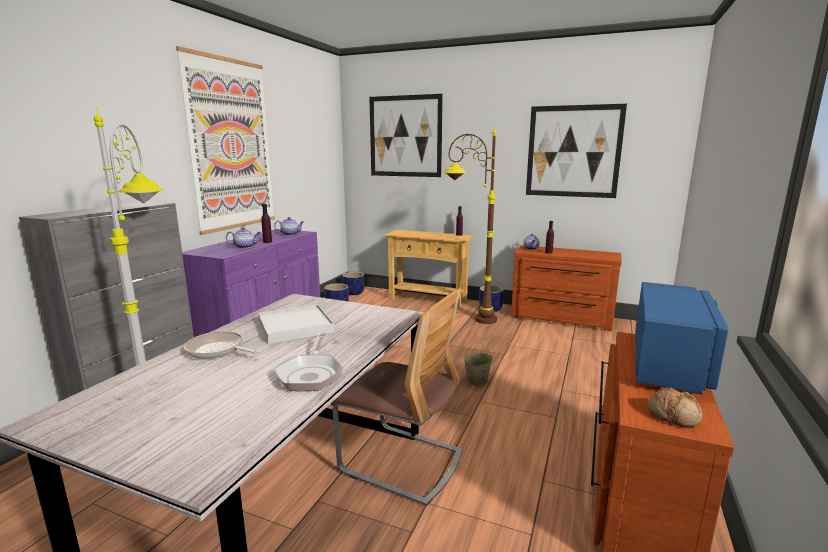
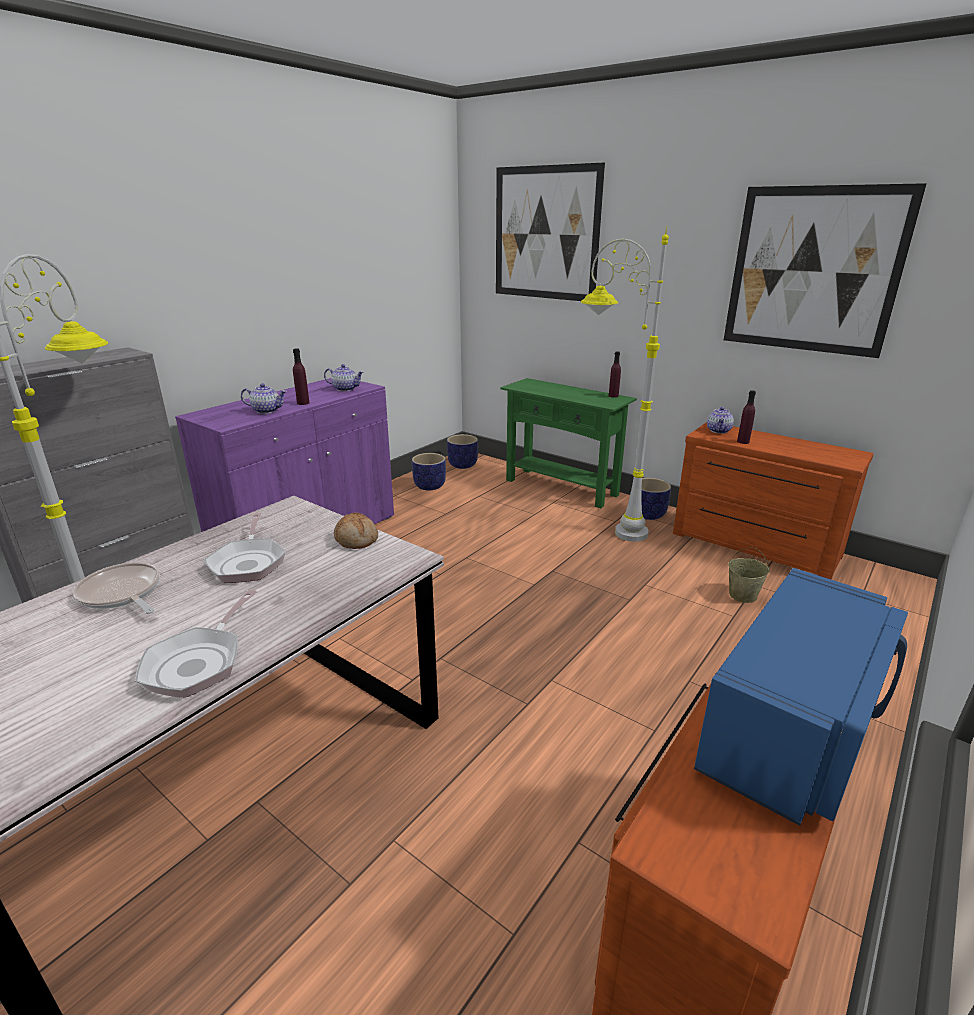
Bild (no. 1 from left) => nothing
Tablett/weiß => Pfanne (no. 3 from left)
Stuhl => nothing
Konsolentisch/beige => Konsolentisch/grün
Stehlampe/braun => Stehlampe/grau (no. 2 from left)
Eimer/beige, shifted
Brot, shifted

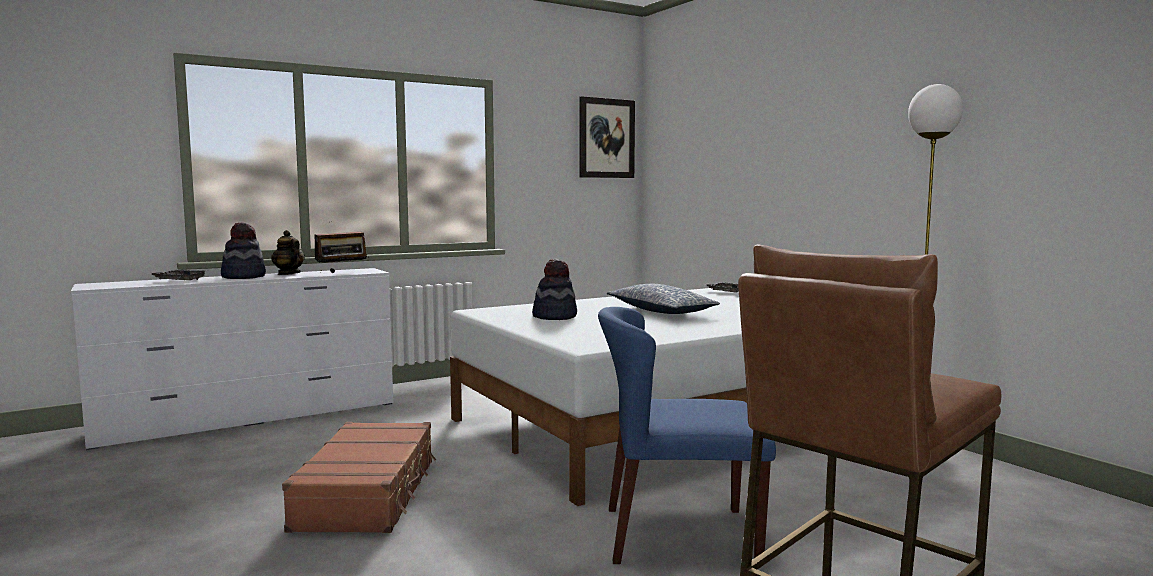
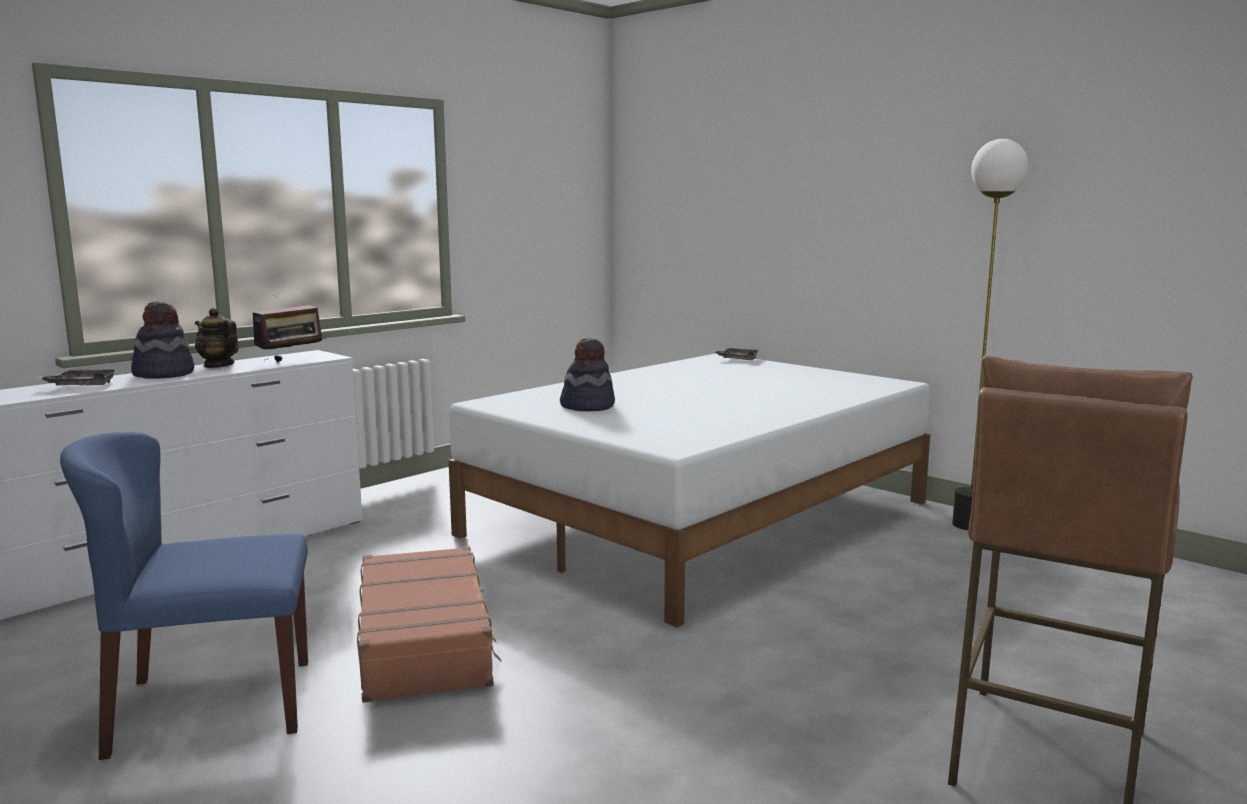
Bild => nothing
Stuhl/blau, shifted
Kissen => nothing

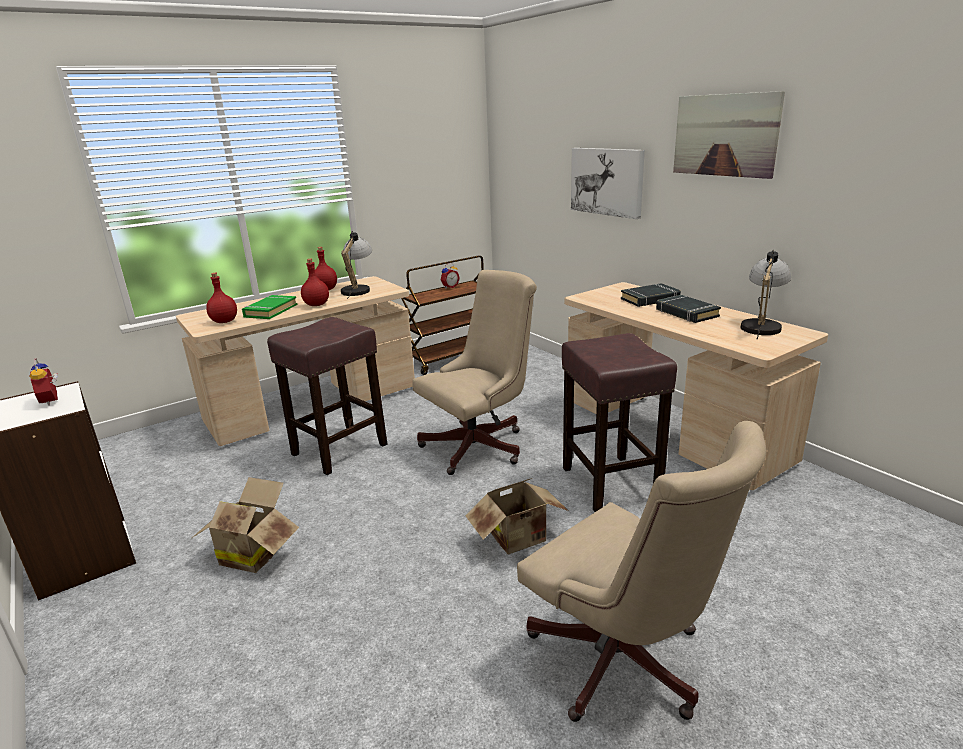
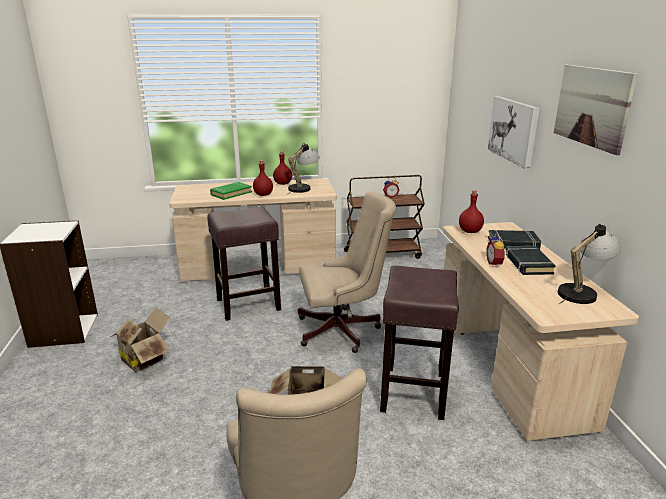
Wecker (no. 1 from left in the first image) => Wecker (no. 2 from left), shifted
Flasche/rot (no. 1 from left in the first image) => Flasche/rot (no. 3 from left), shifted

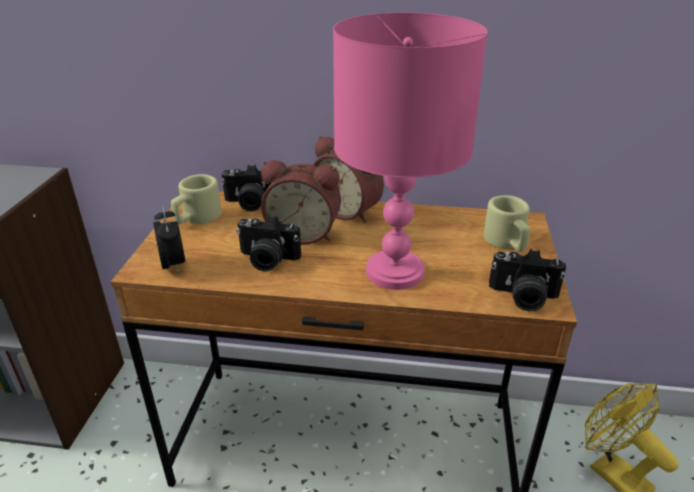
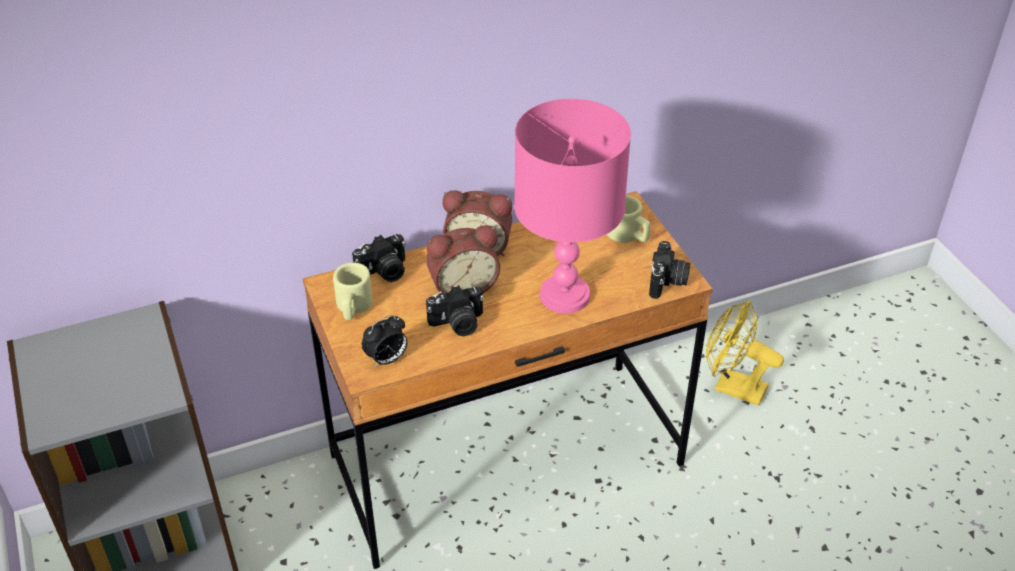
Wecker (no. 1 from left), 105 degrees clockwise
Kamera (no. 3 from left), 60 degrees counterclockwise

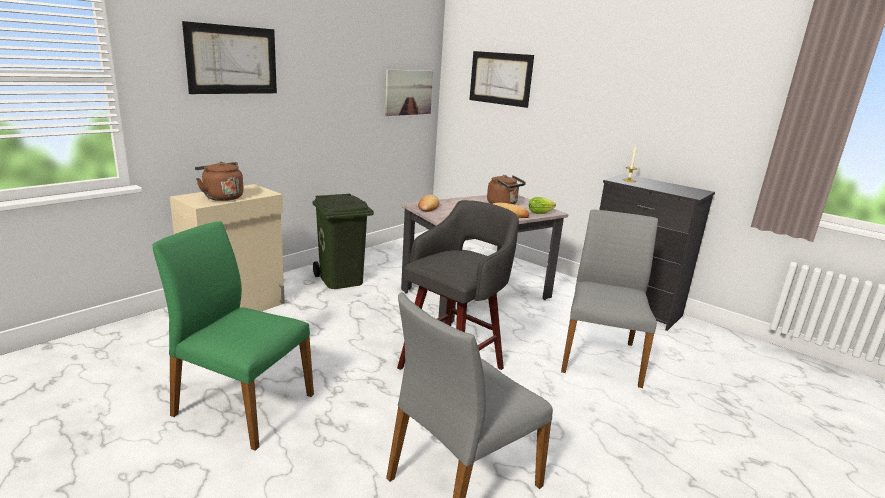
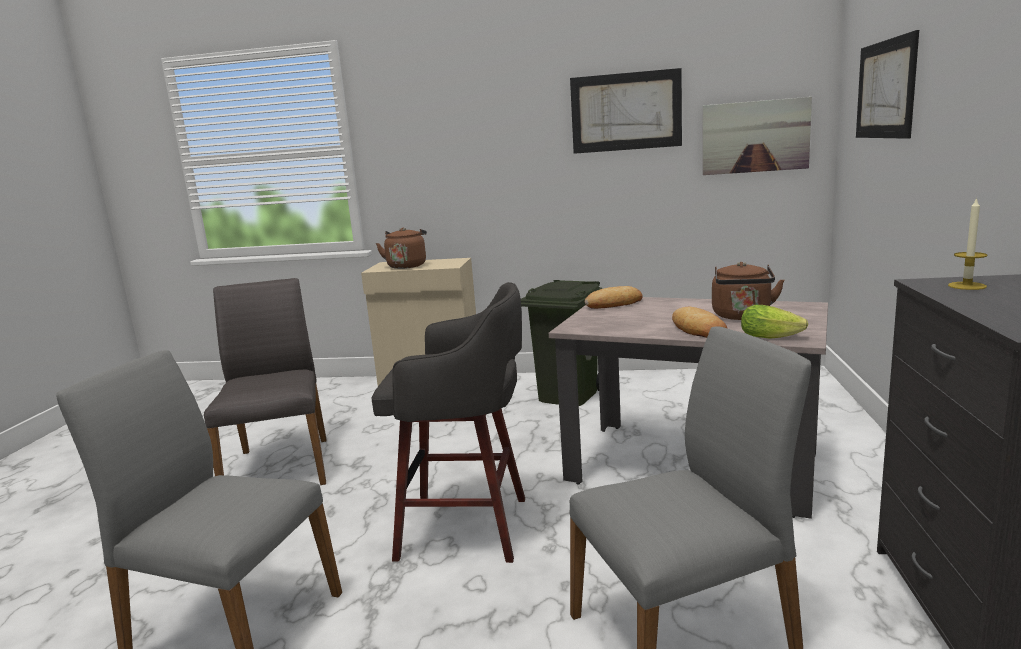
Stuhl/grün => Stuhl/grau (no. 2 from left)
Bild (no. 1 from left), shifted

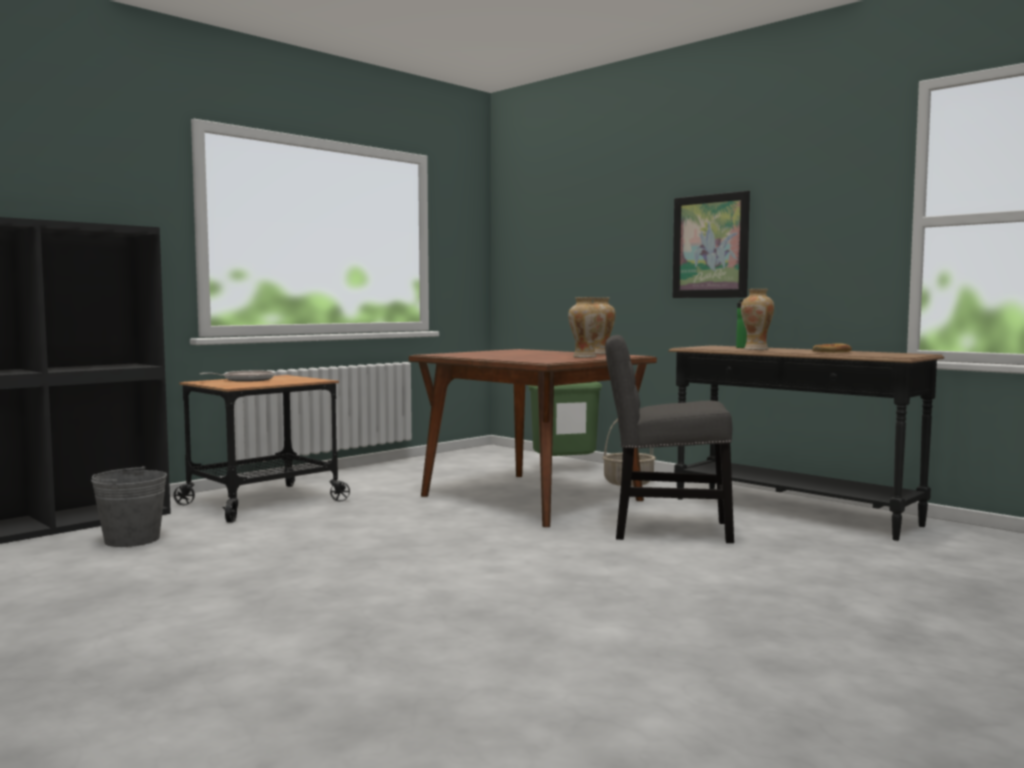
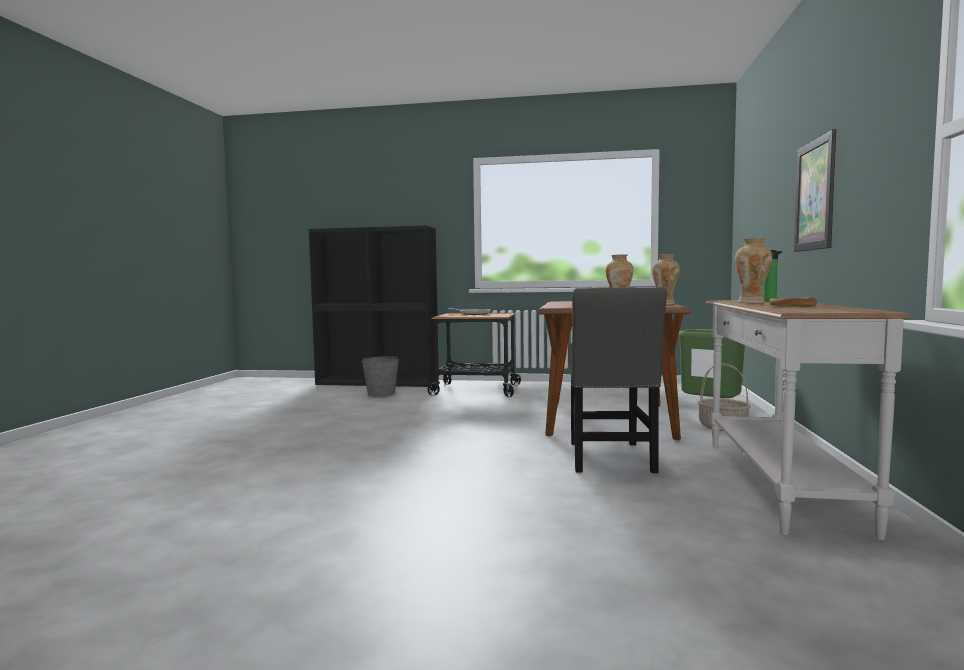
Stuhl/grau, 150 degrees counterclockwise
Konsolentisch/schwarz => Konsolentisch/weiß

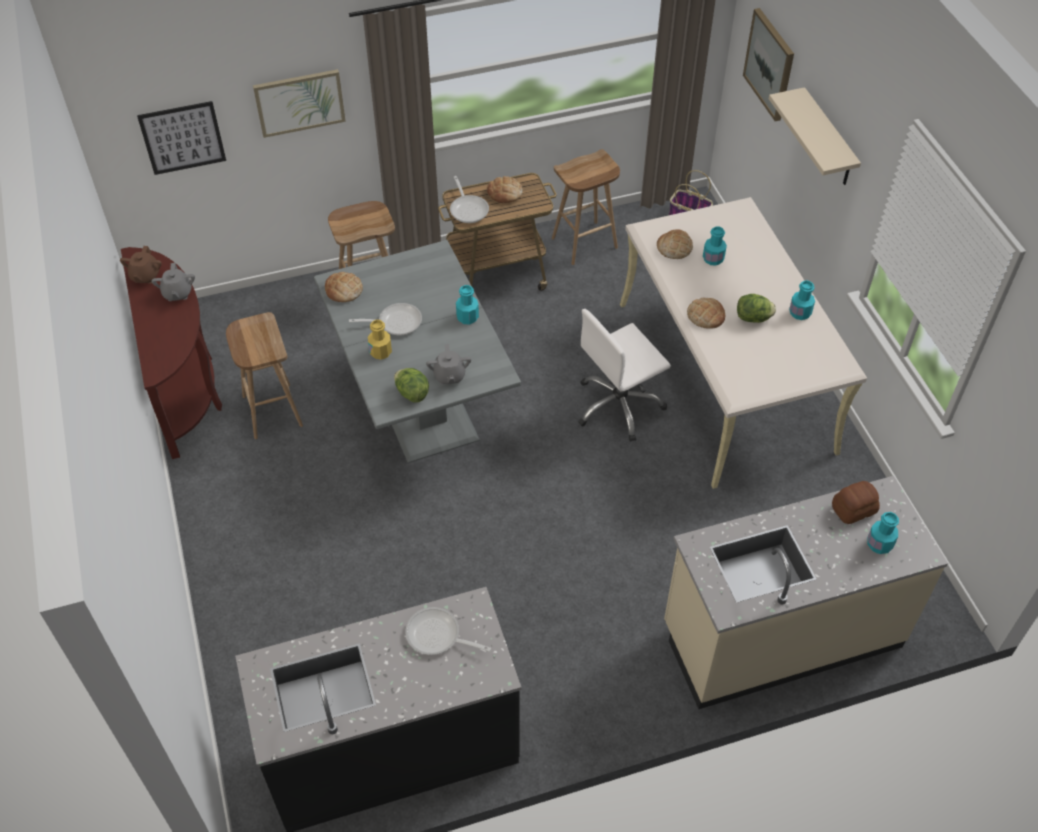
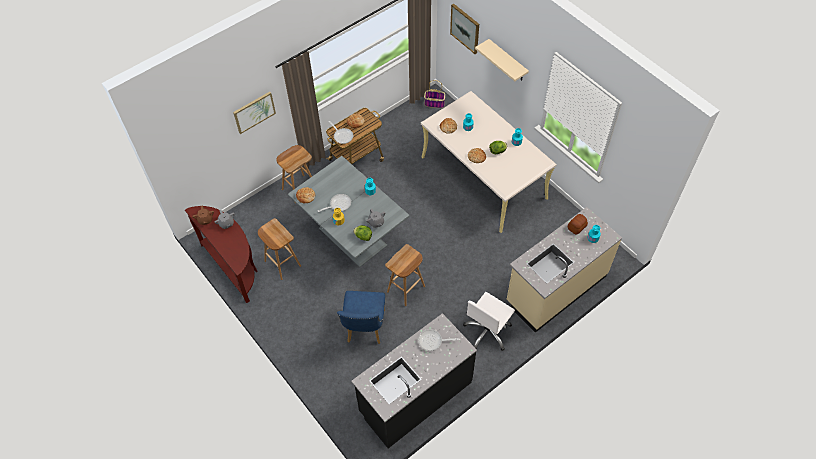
Bild (no. 1 from left) => nothing
Hocker/braun (no. 3 from left), shifted
Bürostuhl/weiß, shifted
nothing => Stuhl/blau

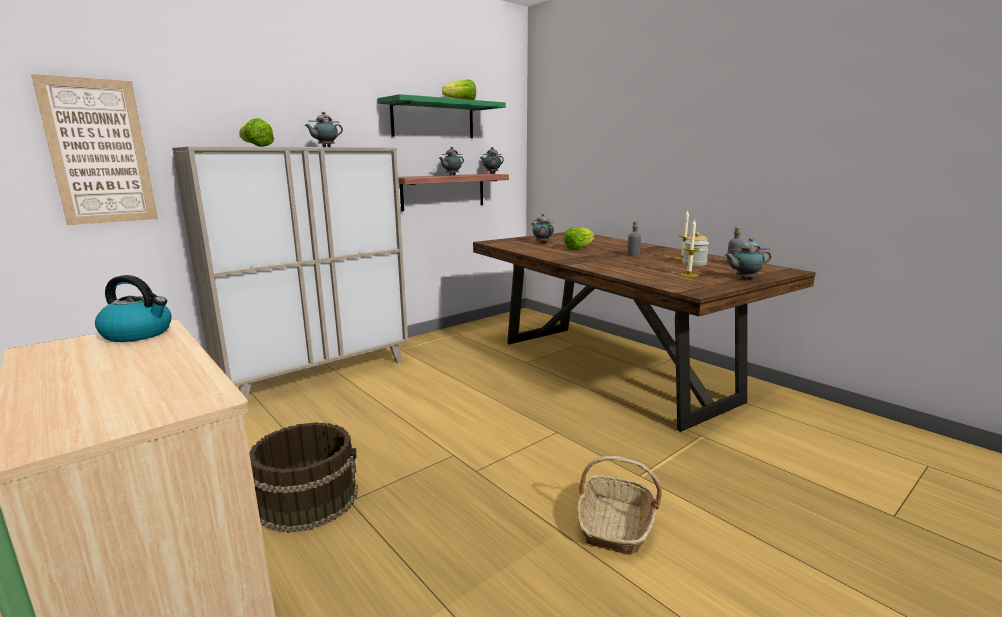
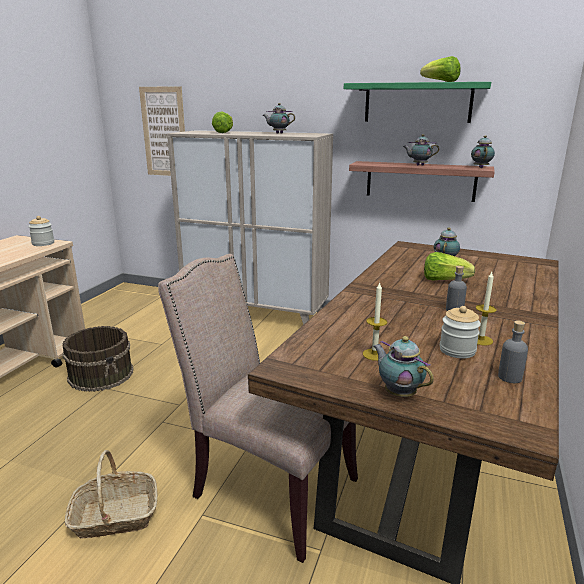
Wasserkessel => Vorratsglas (no. 1 from left)
nothing => Stuhl/beige

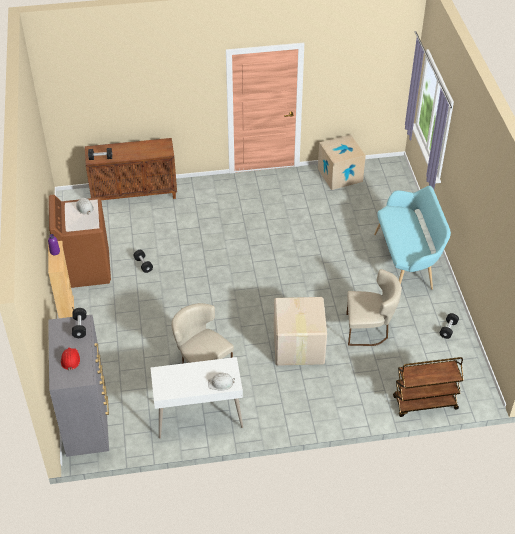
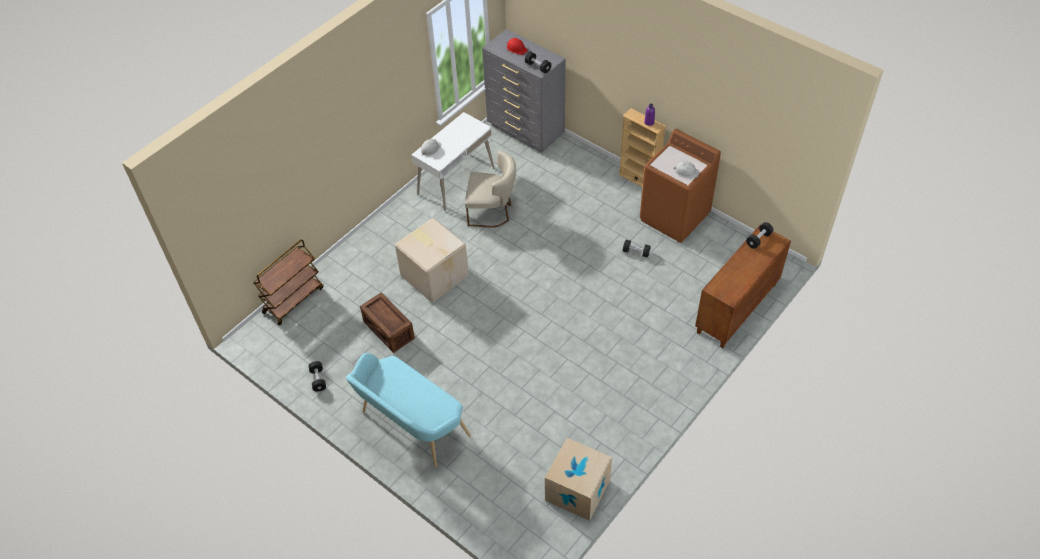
Stuhl/beige (no. 2 from left) => Kiste

